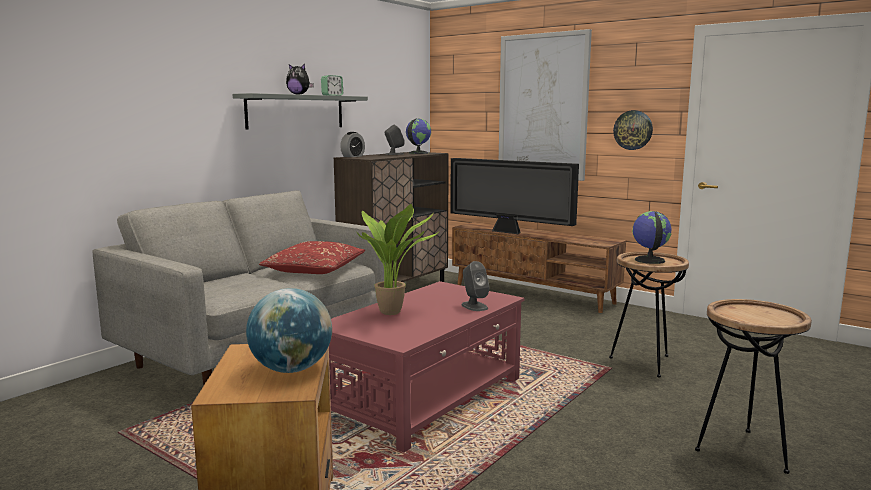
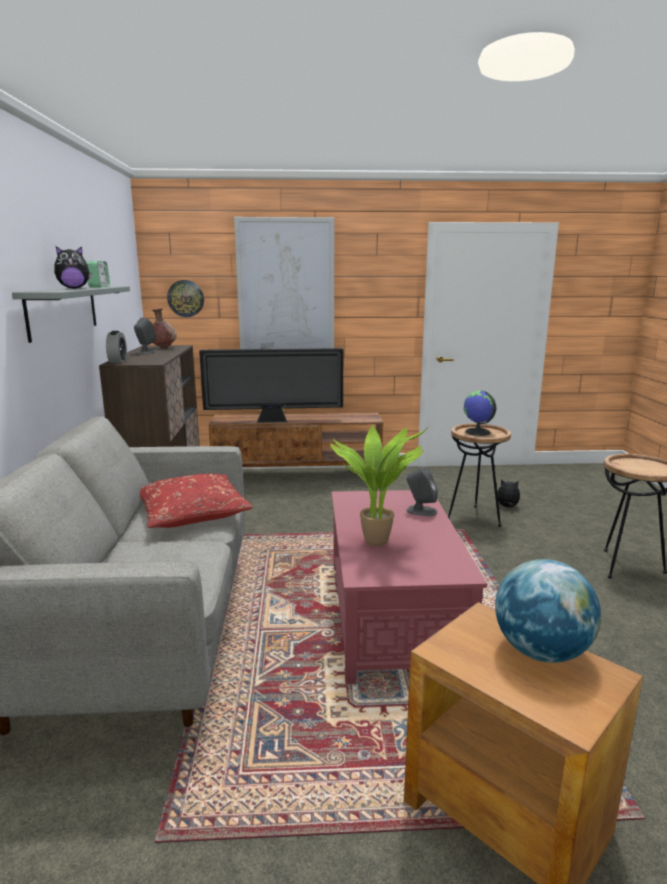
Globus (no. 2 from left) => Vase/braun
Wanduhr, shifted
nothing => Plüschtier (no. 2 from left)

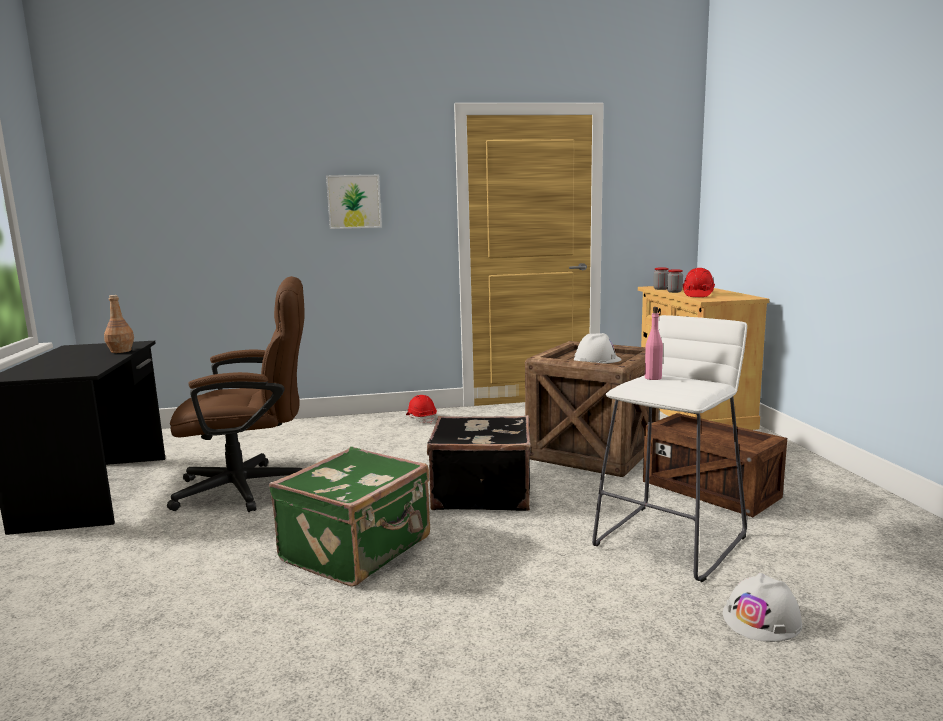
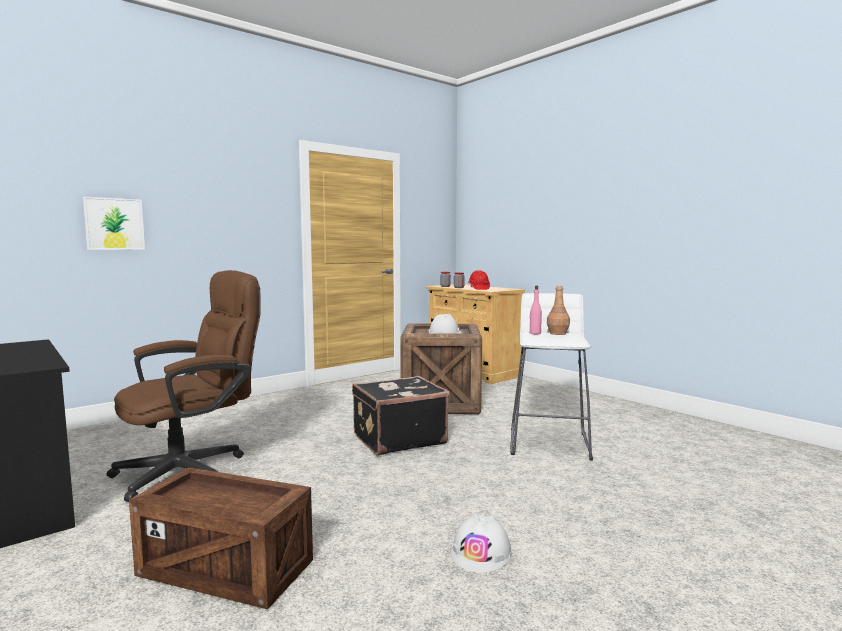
Flasche/braun, shifted
Koffer/grün => nothing
Bild, shifted
Schutzhelm/rot (no. 1 from left) => nothing
Kiste (no. 2 from left in the first image) => Kiste (no. 1 from left), shifted
Schutzhelm/weiß (no. 2 from left), shifted

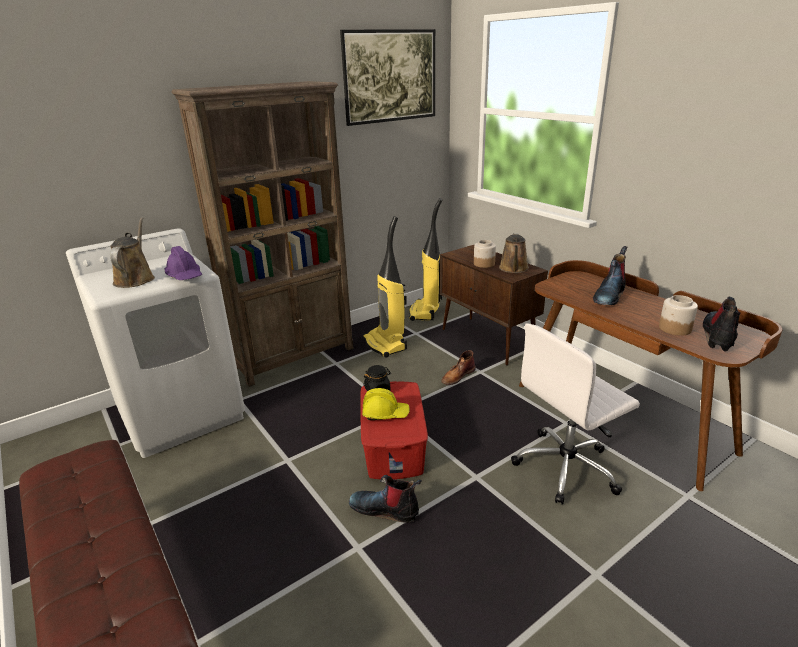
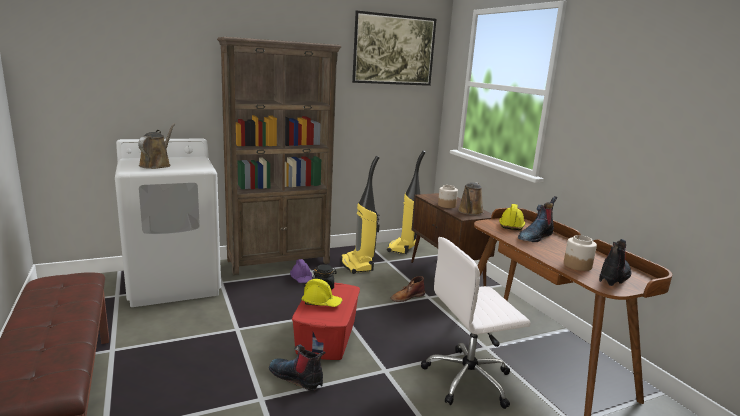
Schutzhelm/lila, shifted
nothing => Schutzhelm/gelb (no. 2 from left)

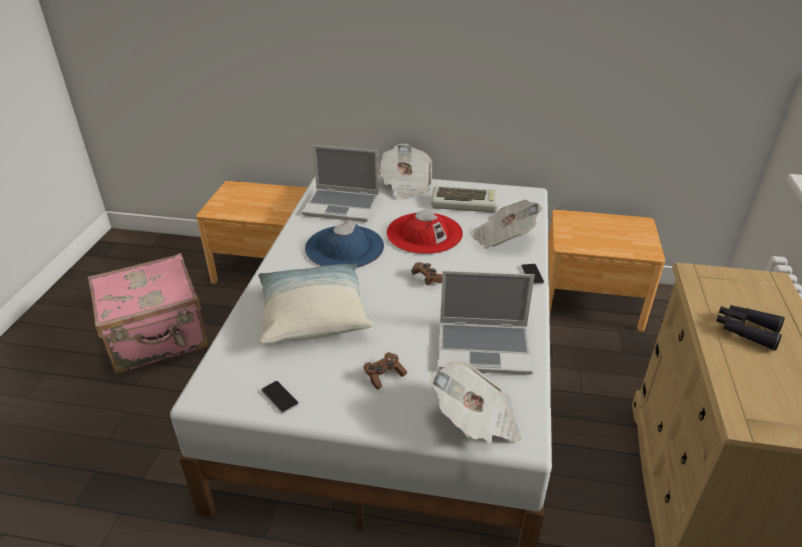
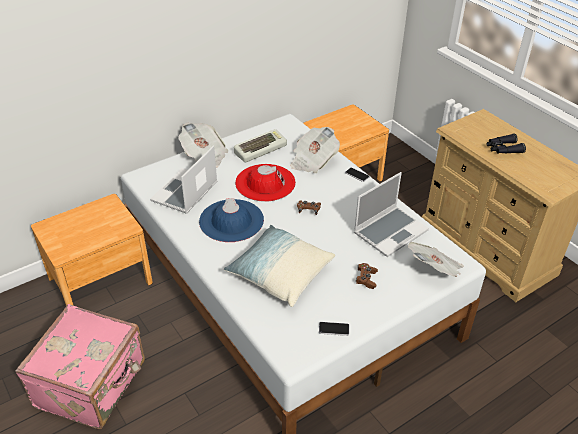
Laptop (no. 1 from left), 150 degrees clockwise

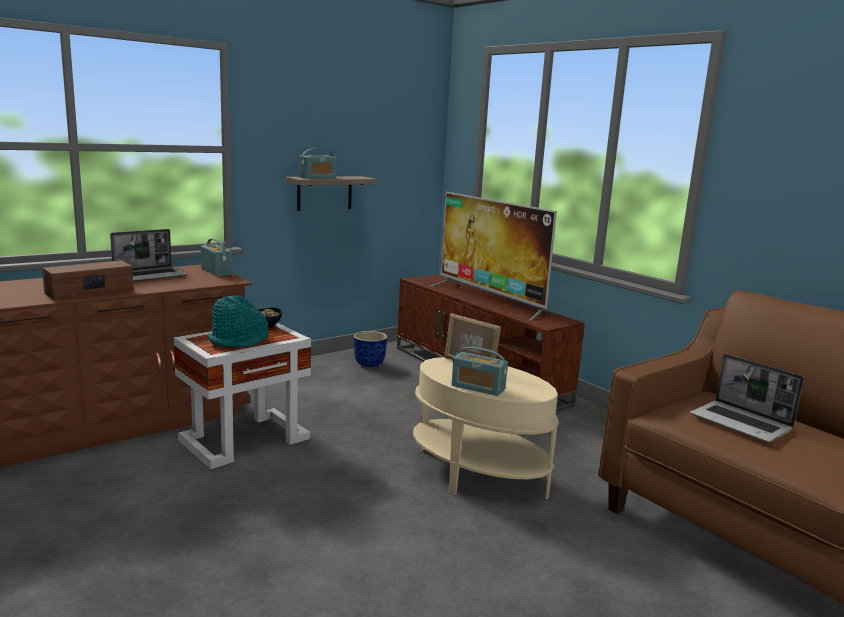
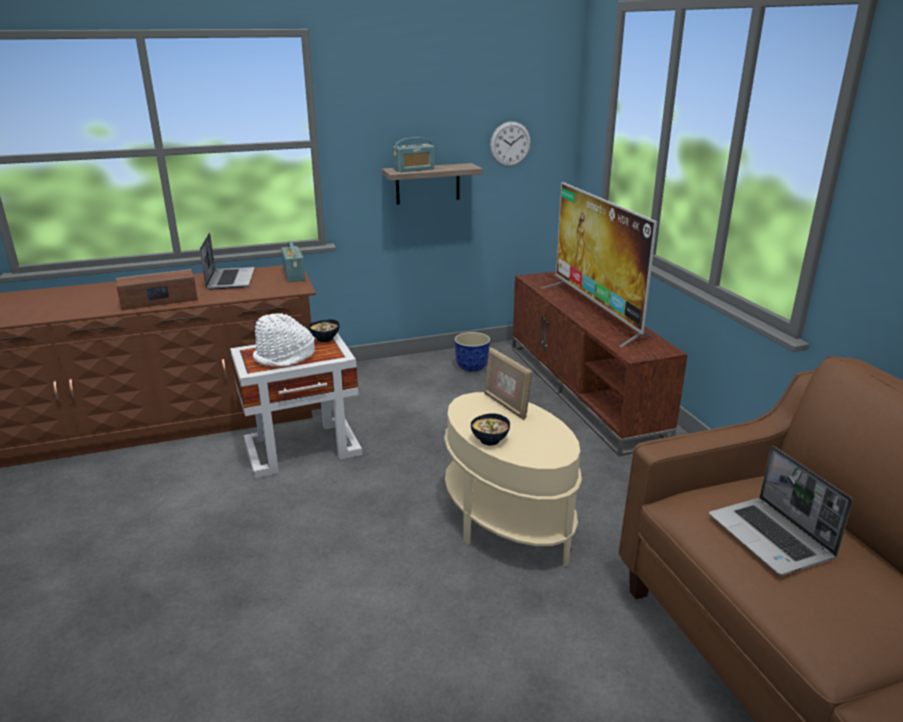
Laptop (no. 1 from left), 75 degrees counterclockwise
Hut/türkis => Hut/weiß
Radio (no. 3 from left) => Schüssel (no. 2 from left)
nothing => Wanduhr

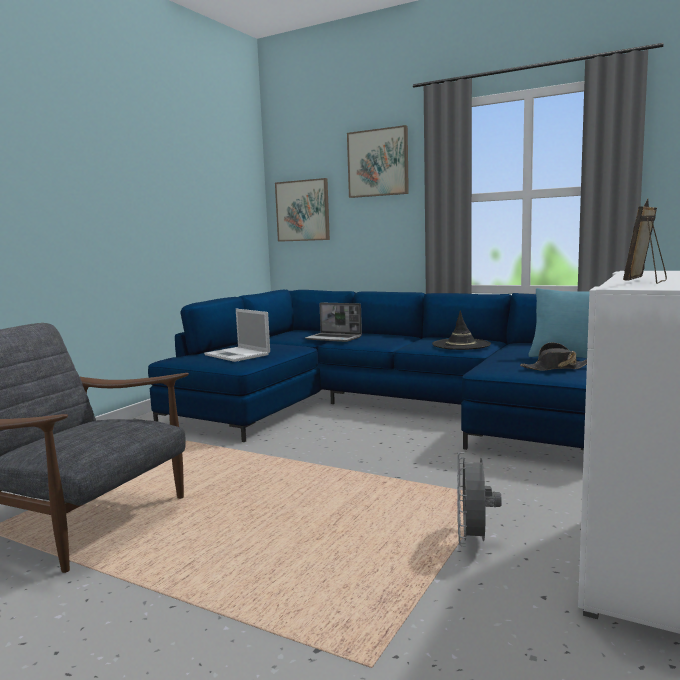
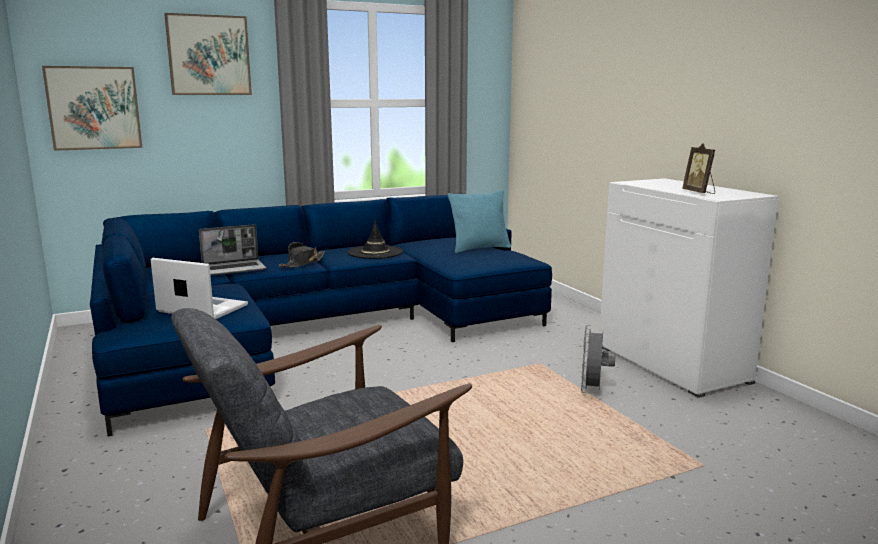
Laptop (no. 1 from left), 150 degrees counterclockwise
Ventilator/grau, 60 degrees clockwise
Hut/schwarz (no. 2 from left in the first image) => Hut/schwarz (no. 1 from left), shifted

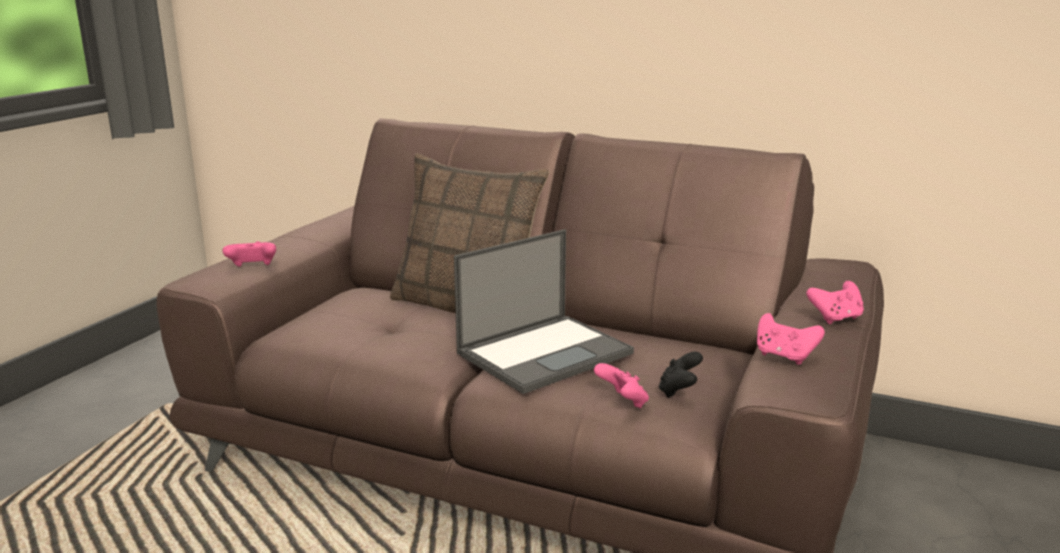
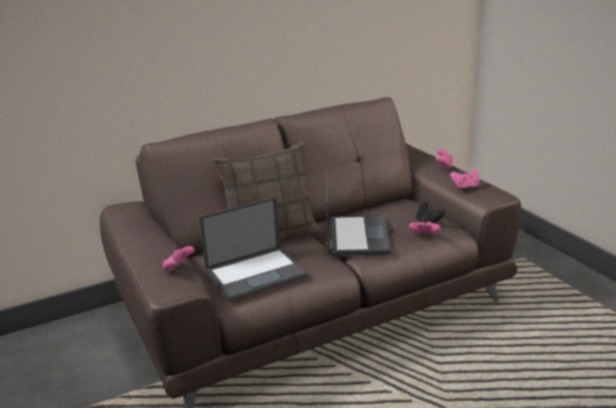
nothing => Laptop (no. 1 from left)

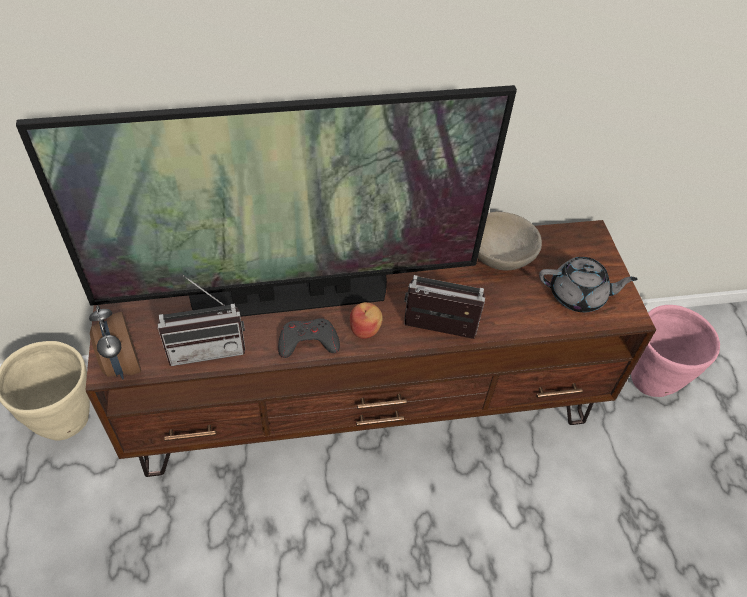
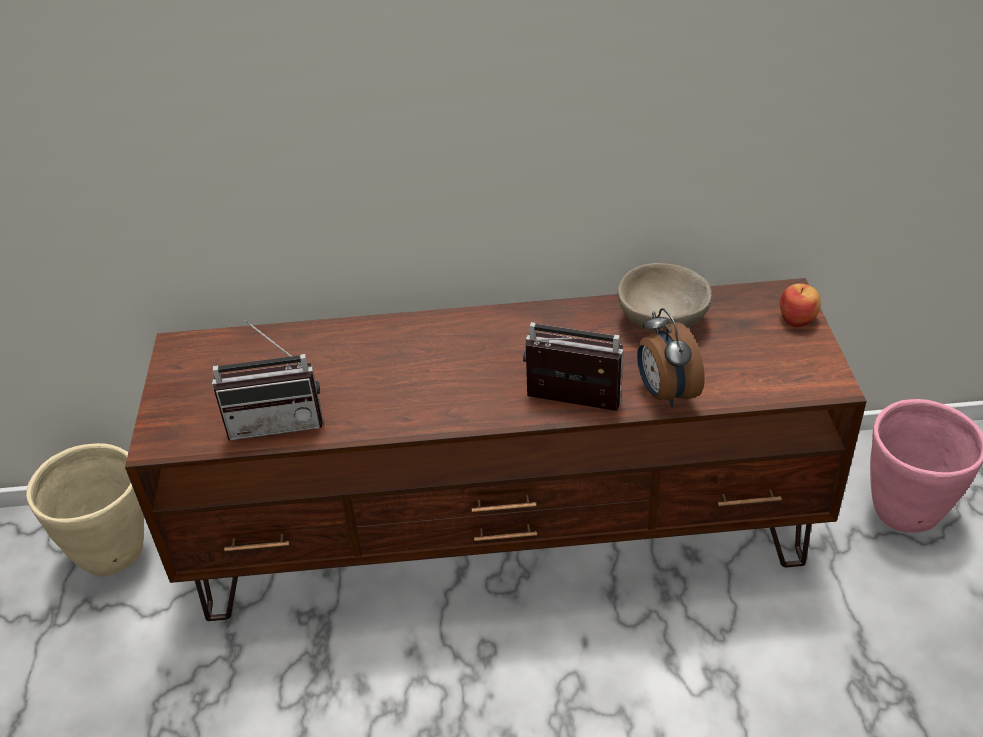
Fernseher => nothing
Wecker, shifted
Gamepad/grau => nothing
Apfel, shifted
Teekanne/grau => nothing

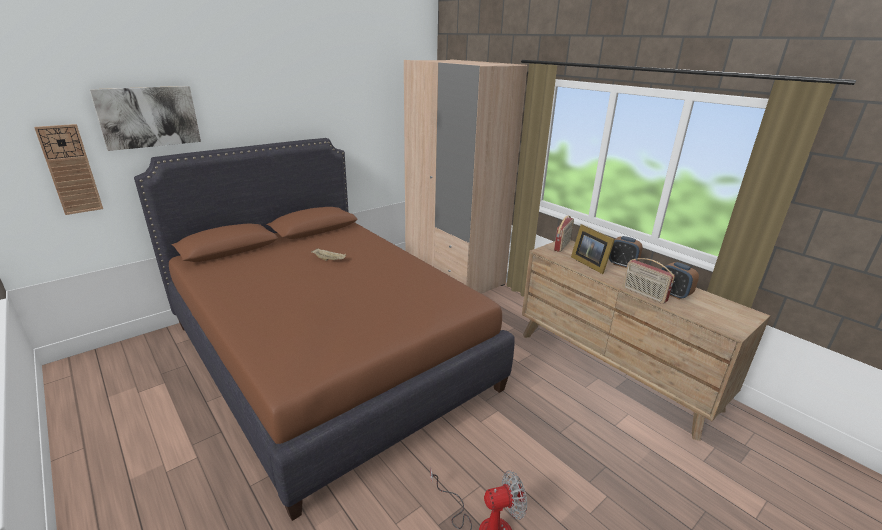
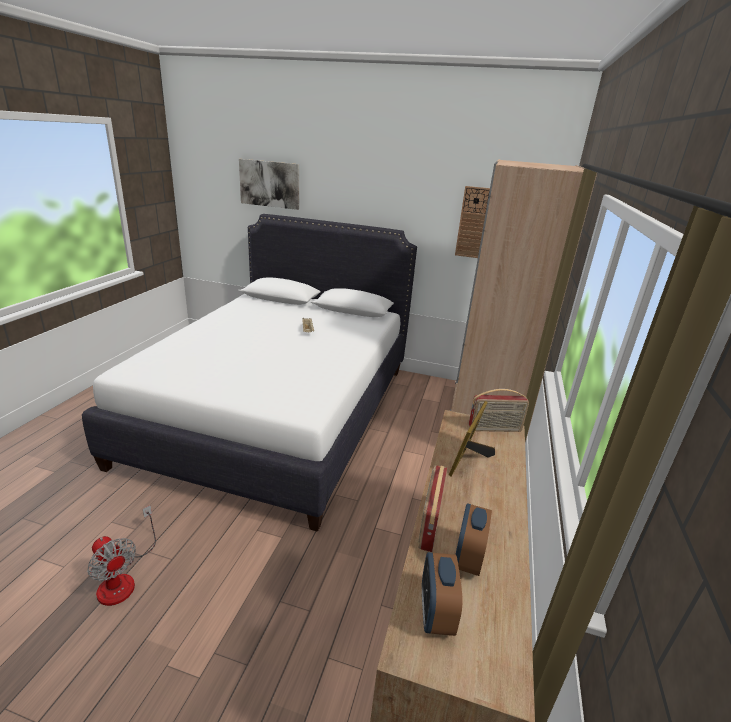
Wanduhr, shifted
Bett/braun => Bett/weiß
Wecker (no. 1 from left), shifted

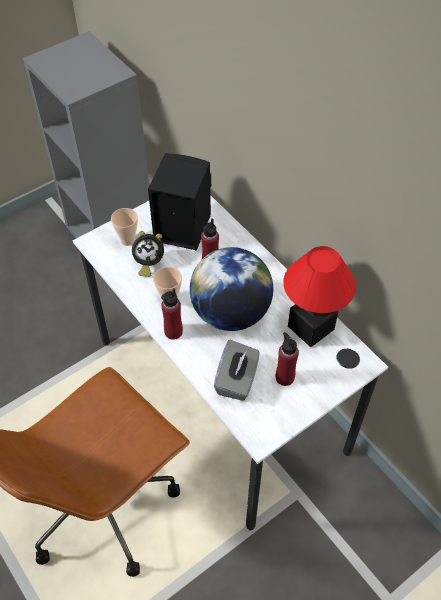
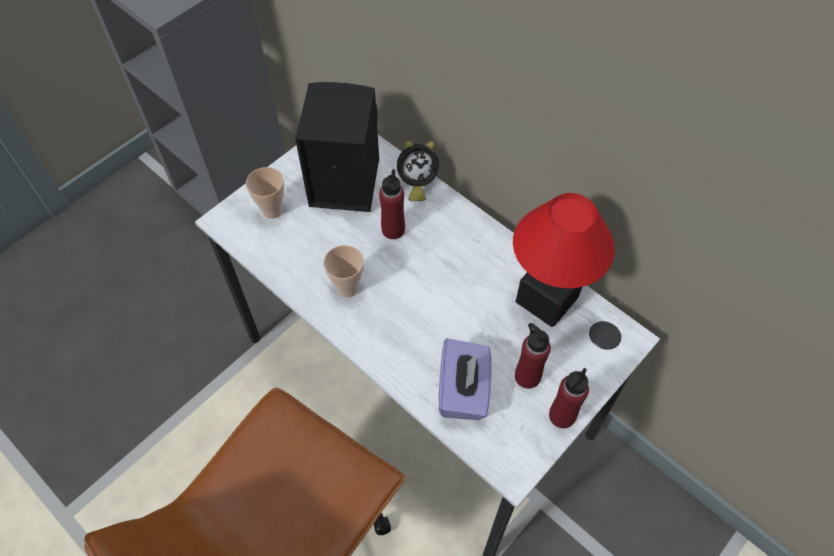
Wecker, shifted
Flasche/rot (no. 1 from left in the first image) => Flasche/rot (no. 3 from left), shifted
Globus => nothing
Taschentuchbox/grau => Taschentuchbox/lila

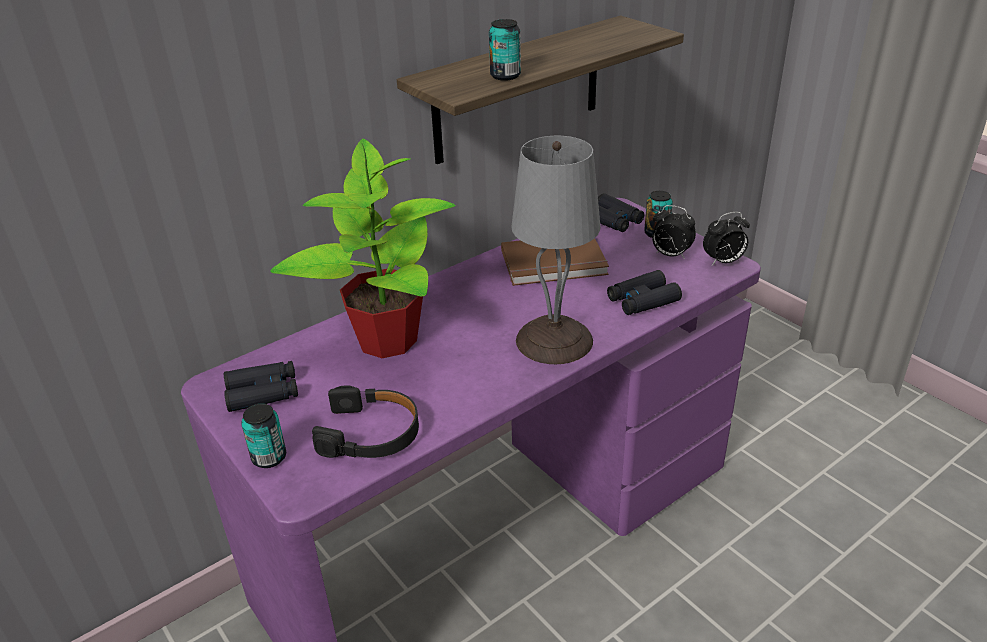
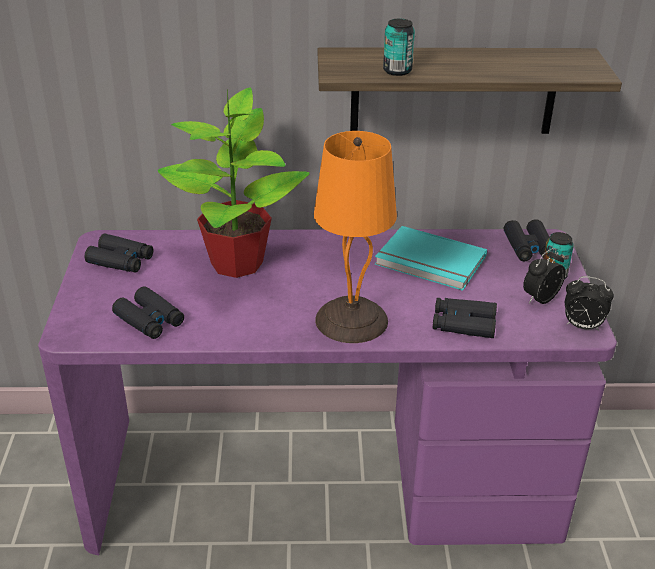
Dose (no. 1 from left) => nothing
Kopfhörer/schwarz => Fernglas/schwarz (no. 2 from left)
Buch/braun => Buch/türkis
Tischlampe/grau => Tischlampe/orange
Wecker (no. 1 from left), 75 degrees clockwise

